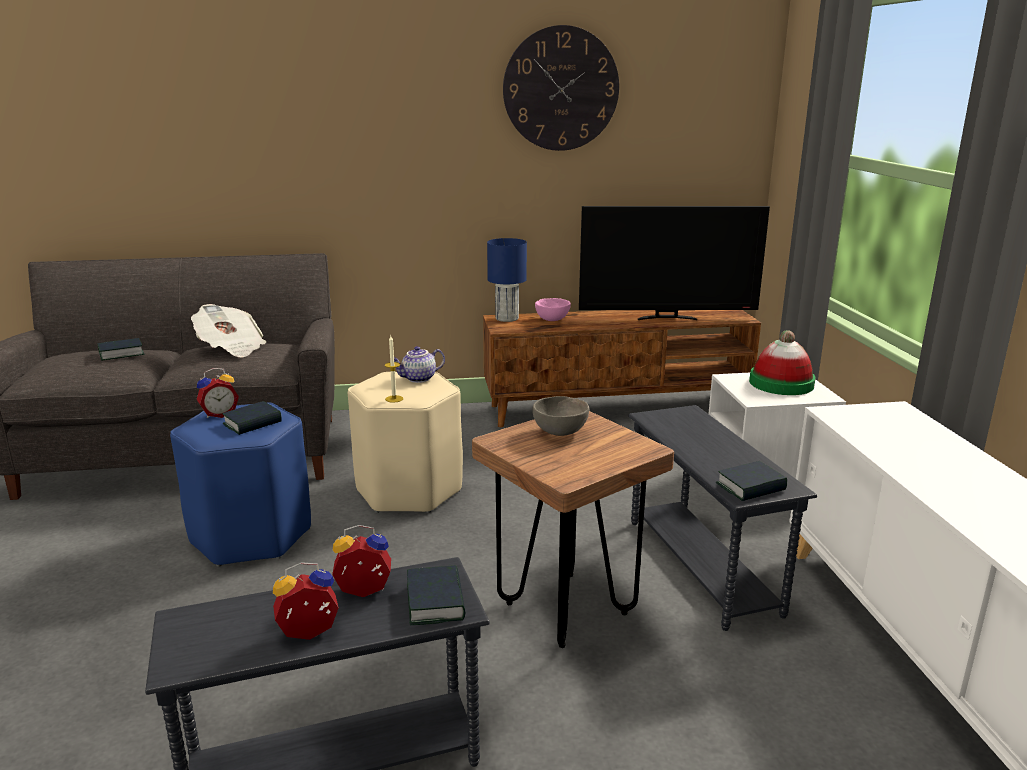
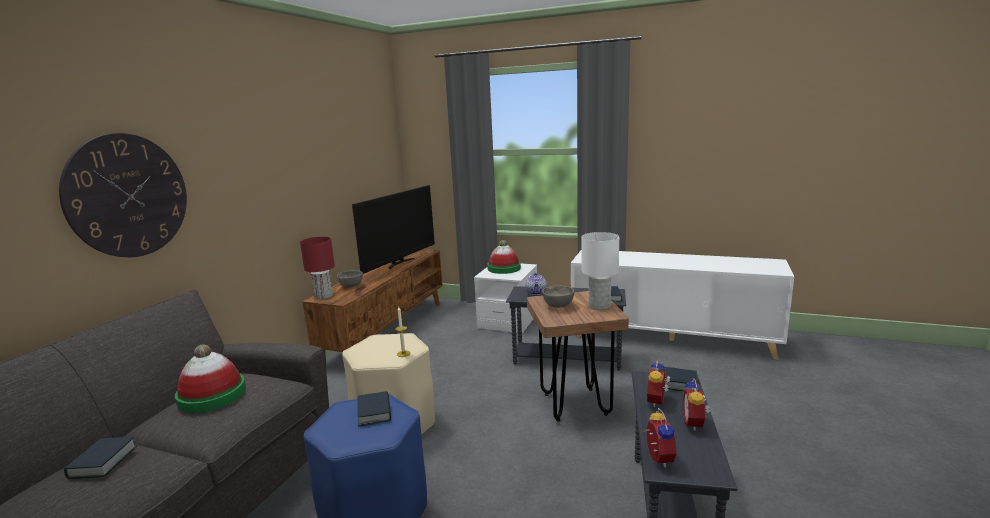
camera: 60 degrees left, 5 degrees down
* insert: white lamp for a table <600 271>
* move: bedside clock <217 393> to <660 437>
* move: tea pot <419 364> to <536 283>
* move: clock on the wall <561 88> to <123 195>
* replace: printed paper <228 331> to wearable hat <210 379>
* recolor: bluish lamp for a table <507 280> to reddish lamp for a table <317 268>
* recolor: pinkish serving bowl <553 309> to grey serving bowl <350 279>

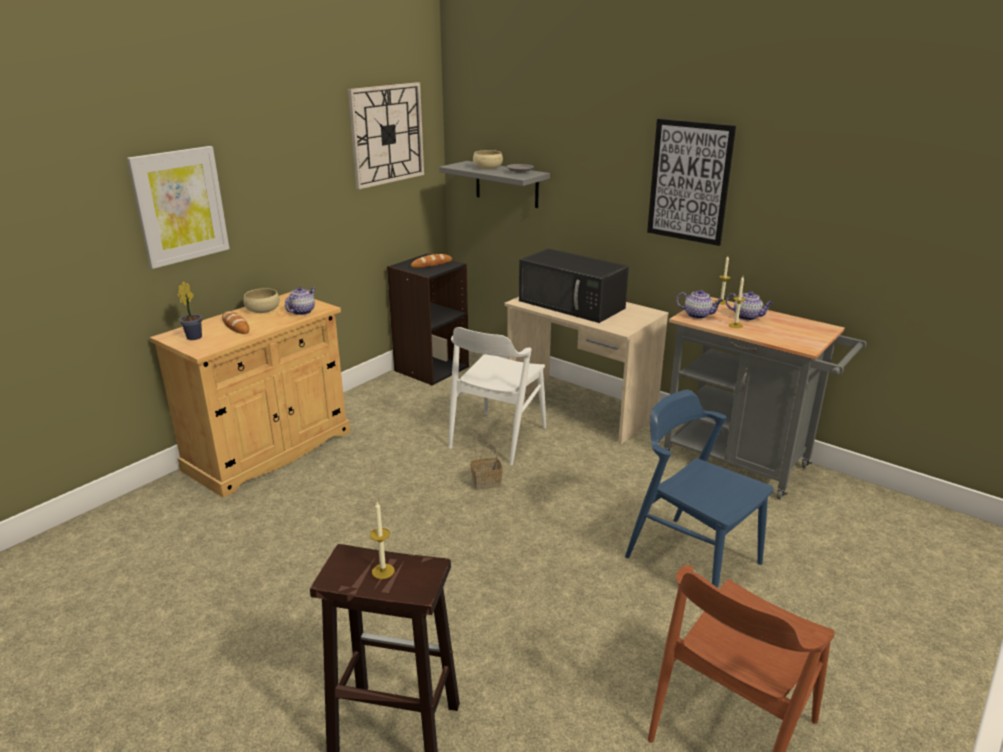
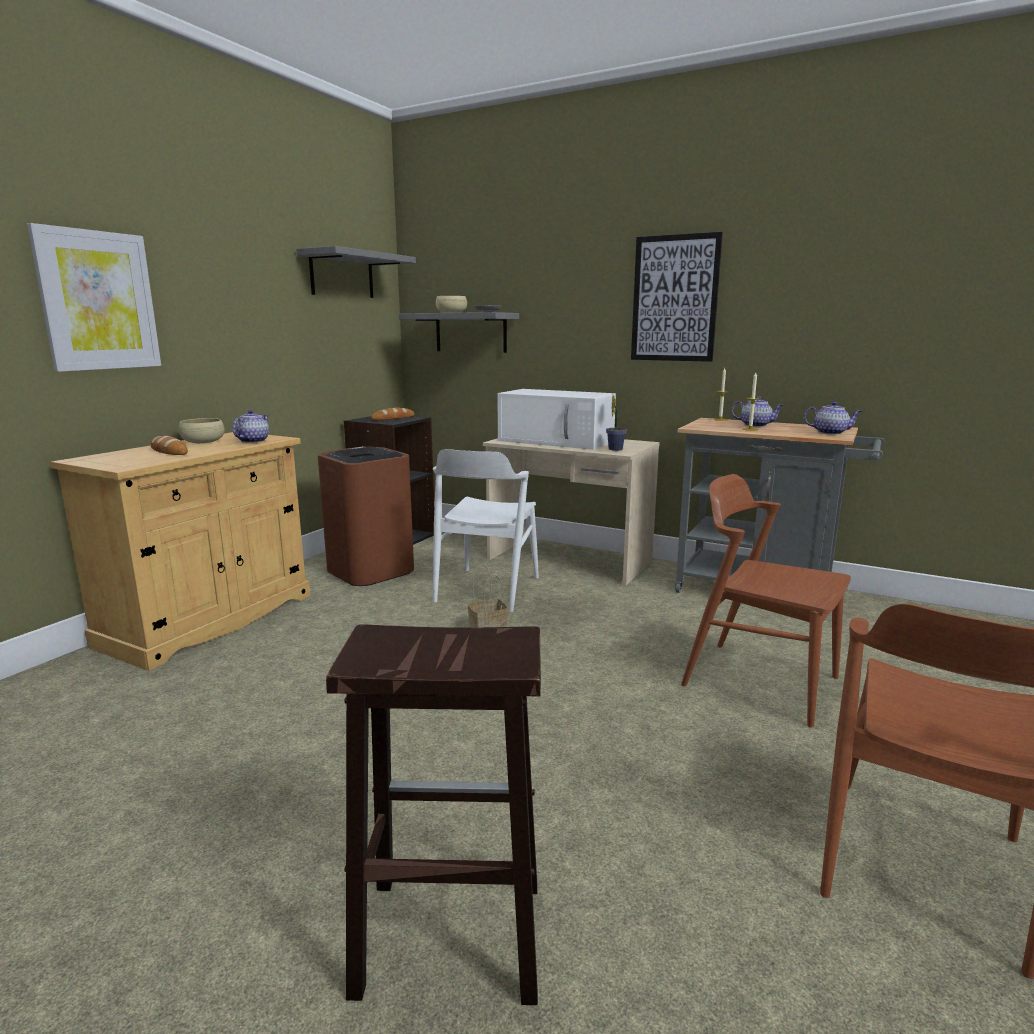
camera: 10 degrees left, 10 degrees down
* delete: candle <382 540>
* insert: brown rubbish bin <366 516>
* move: plant in a pot <190 310> to <616 423>
* move: tea pot <699 304> to <833 418>
* replace: clock on the wall <386 135> to grey wall shelf <356 272>
* recolor: black kitchen microwave <574 285> to white kitchen microwave <556 419>
* recolor: bluish chair <699 488> to brown chair <766 600>

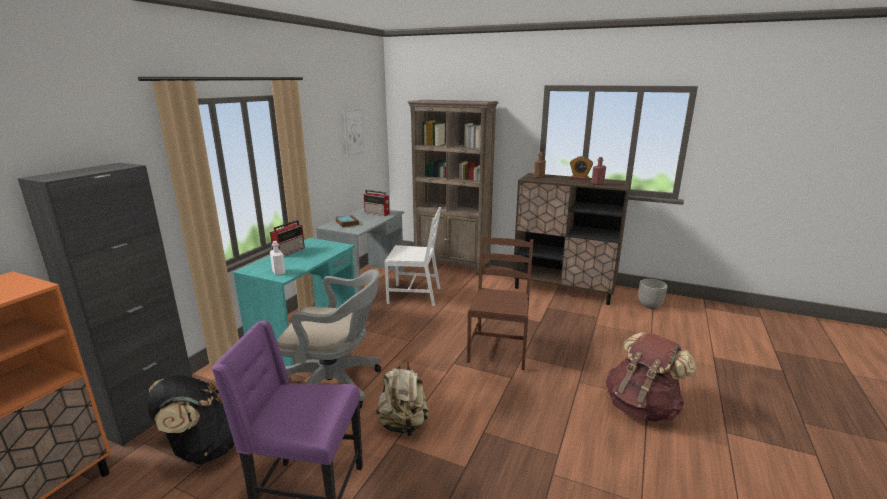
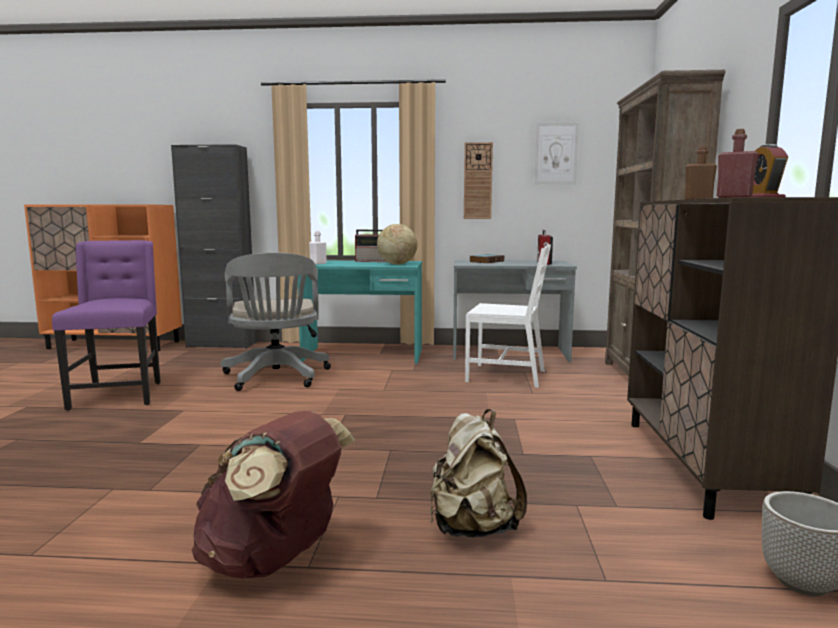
camera: 70 degrees right, 10 degrees down
* delete: black knapsack <190 419>
* delete: brown chair <500 303>
* insert: world globe <397 244>
* insert: clock on the wall <478 180>
* move: beige knapsack <402 399> to <478 473>
* rotate: white chair <413 256> = <508 316> 60 degrees counterclockwise

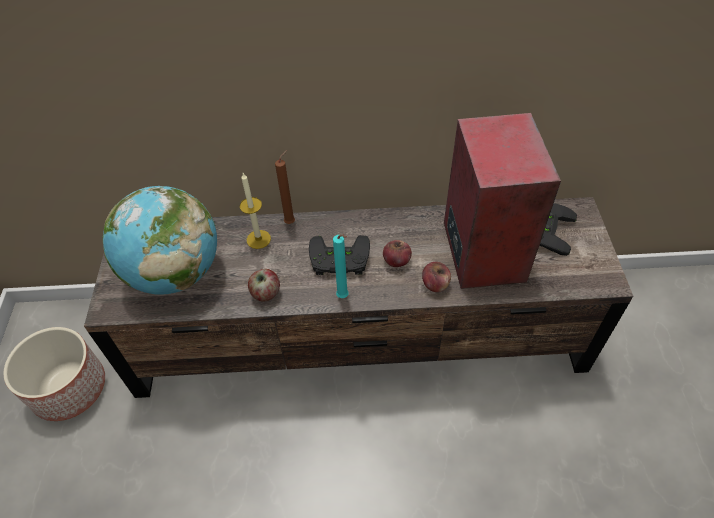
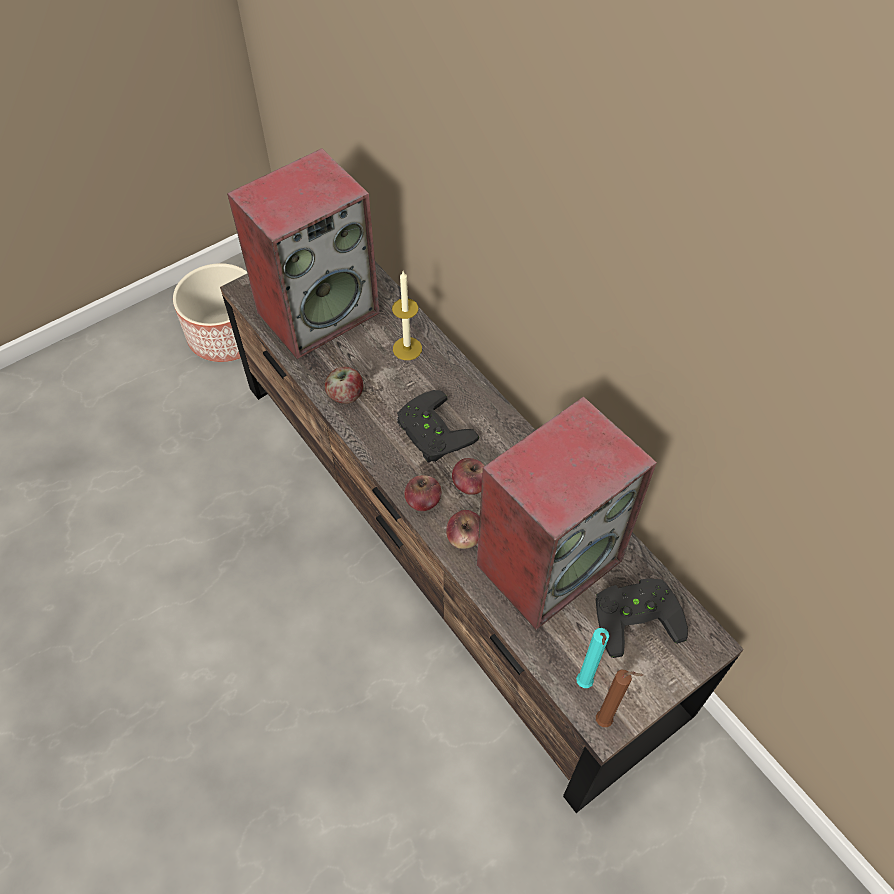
camera: 55 degrees right, 5 degrees up
* insert: whole apple <422 493>
* move: brown candle <285 187> to <619 698>
* move: turquoise-coloured candle <341 266> to <592 658>
* replace: world globe <160 240> to loudspeaker <303 253>

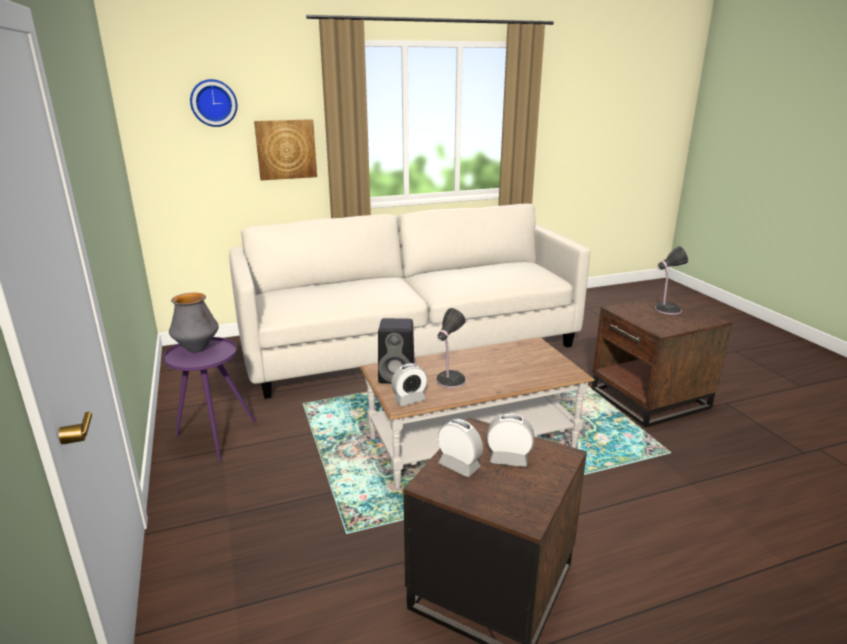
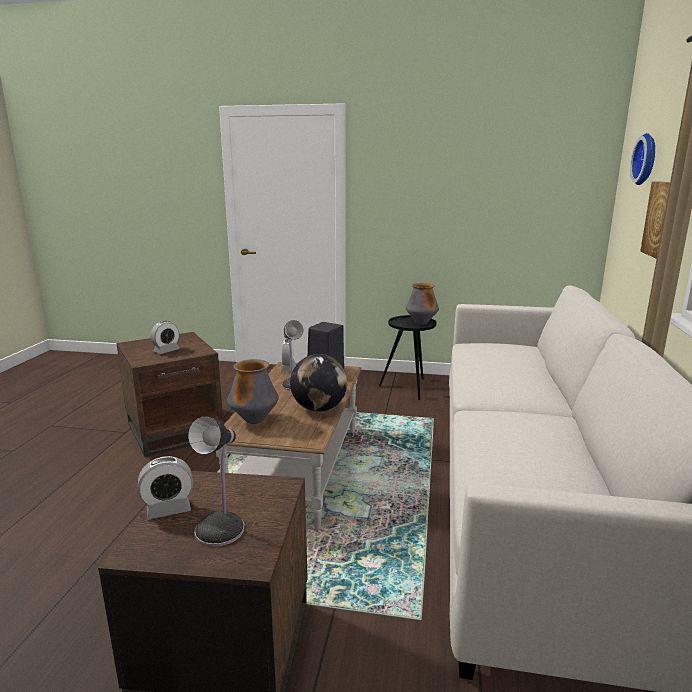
camera: 120 degrees right, 5 degrees down
* insert: flower vase <253 391>
* insert: world globe <318 383>
* move: bedside clock <460 448> to <165 487>
* recolor: purple-coloured side table <210 399> to black side table <407 357>

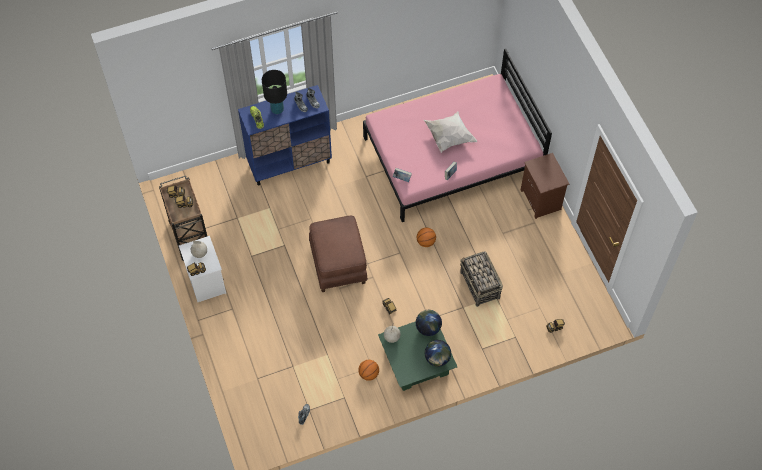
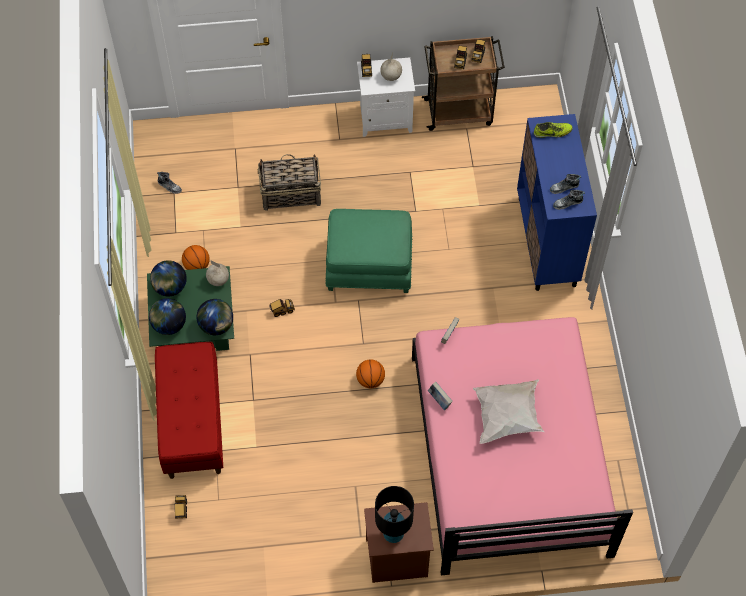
camera: 105 degrees right, 0 degrees up
* insert: world globe <168 278>
* insert: reddish long seat <189 410>
* move: black lamp for a table <274 92> to <394 514>
* move: basket <481 279> to <289 182>
* recolor: brown pouffe <338 254> to green-coloured pouffe <368 251>

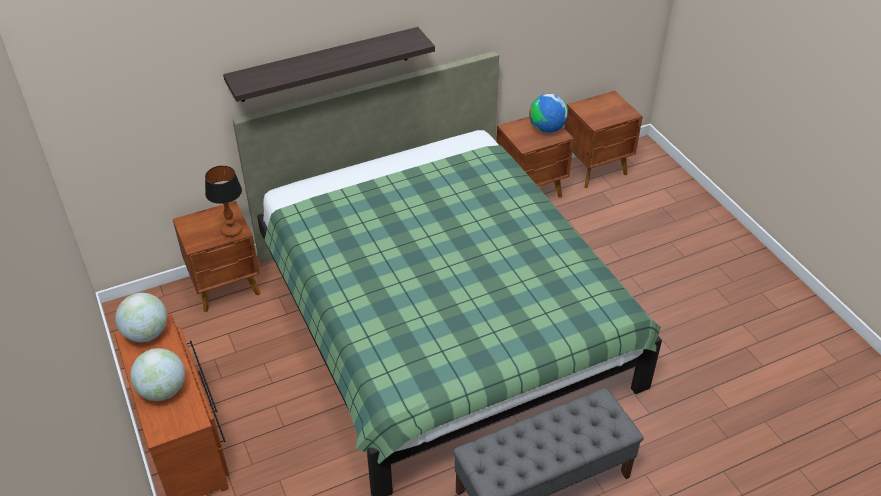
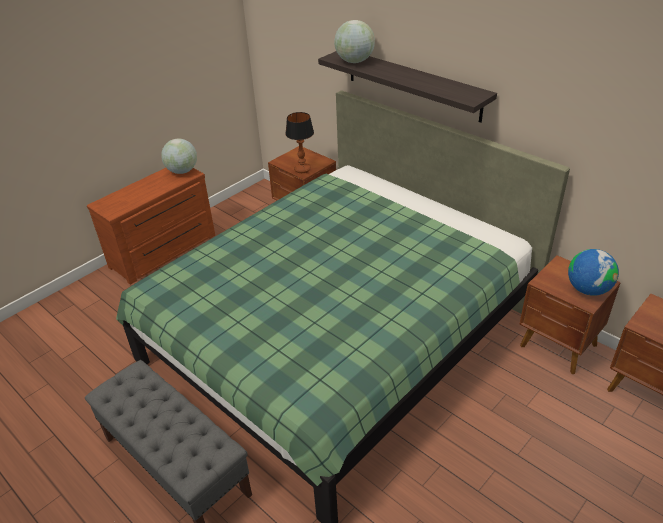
camera: 70 degrees right, 5 degrees down
* move: world globe <157 374> to <354 41>

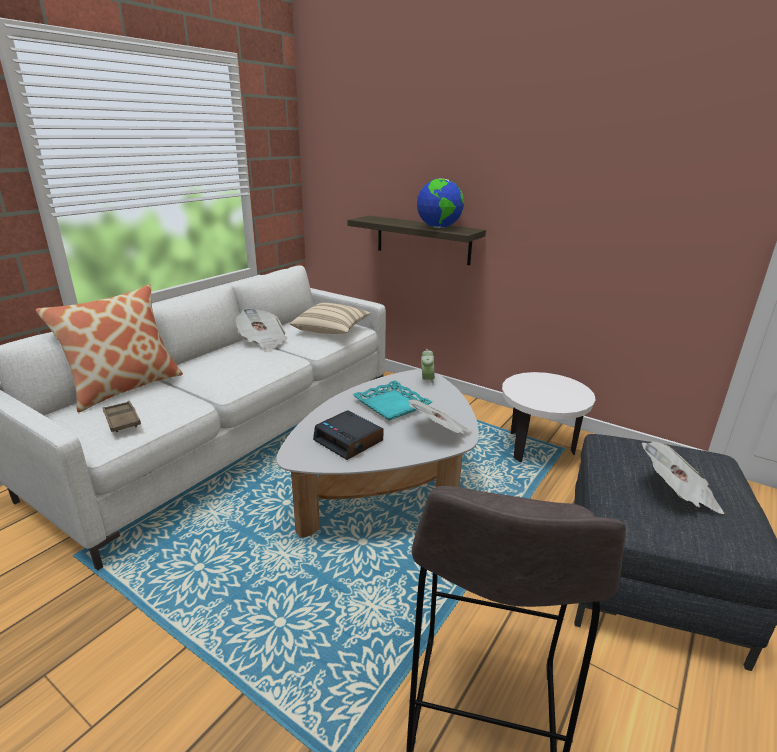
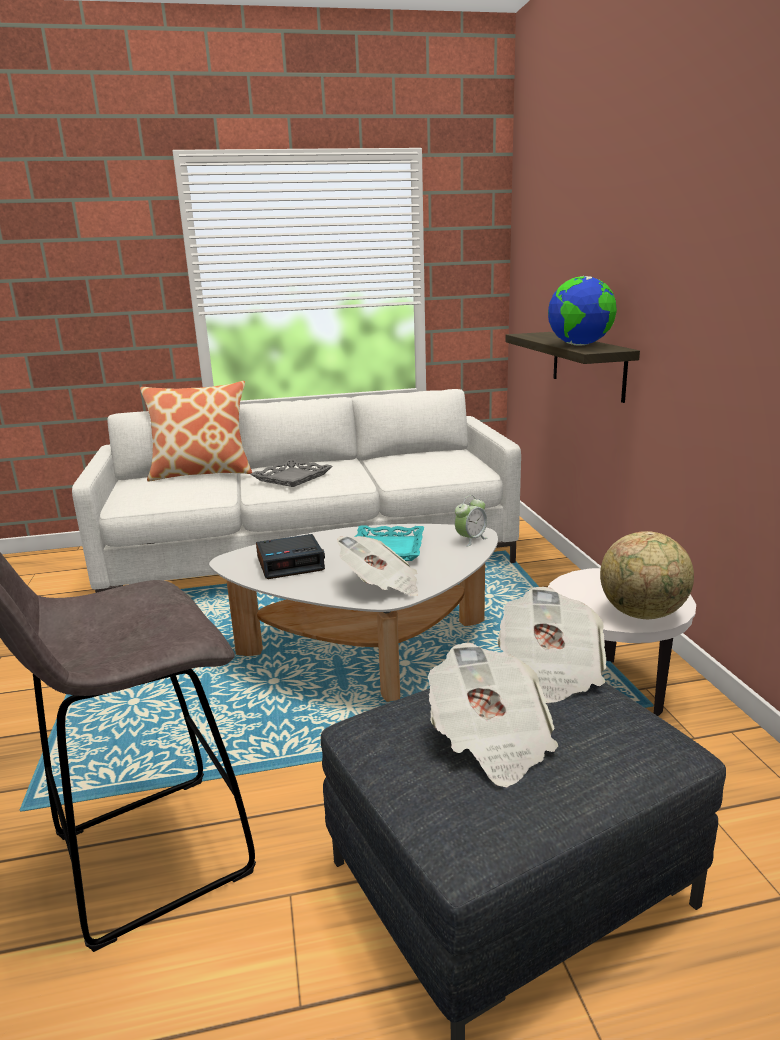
camera: 45 degrees right, 5 degrees down
* delete: brown serving tray <122 416>
* delete: beige cushion <330 318>
* insert: grey serving tray <291 473>
* insert: world globe <647 575>
* move: printed paper <261 329> to <551 645>
* rotate: bedside clock <348 435> = <290 556> 105 degrees counterclockwise

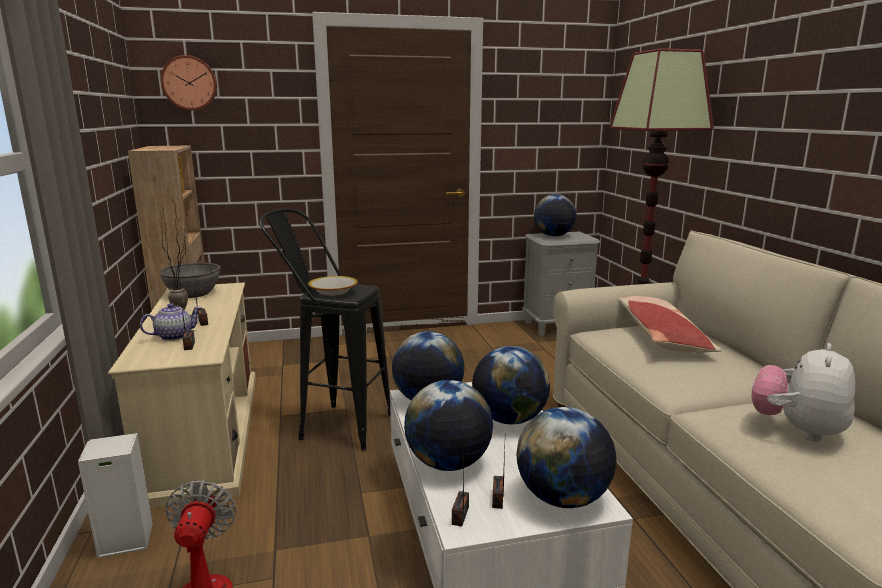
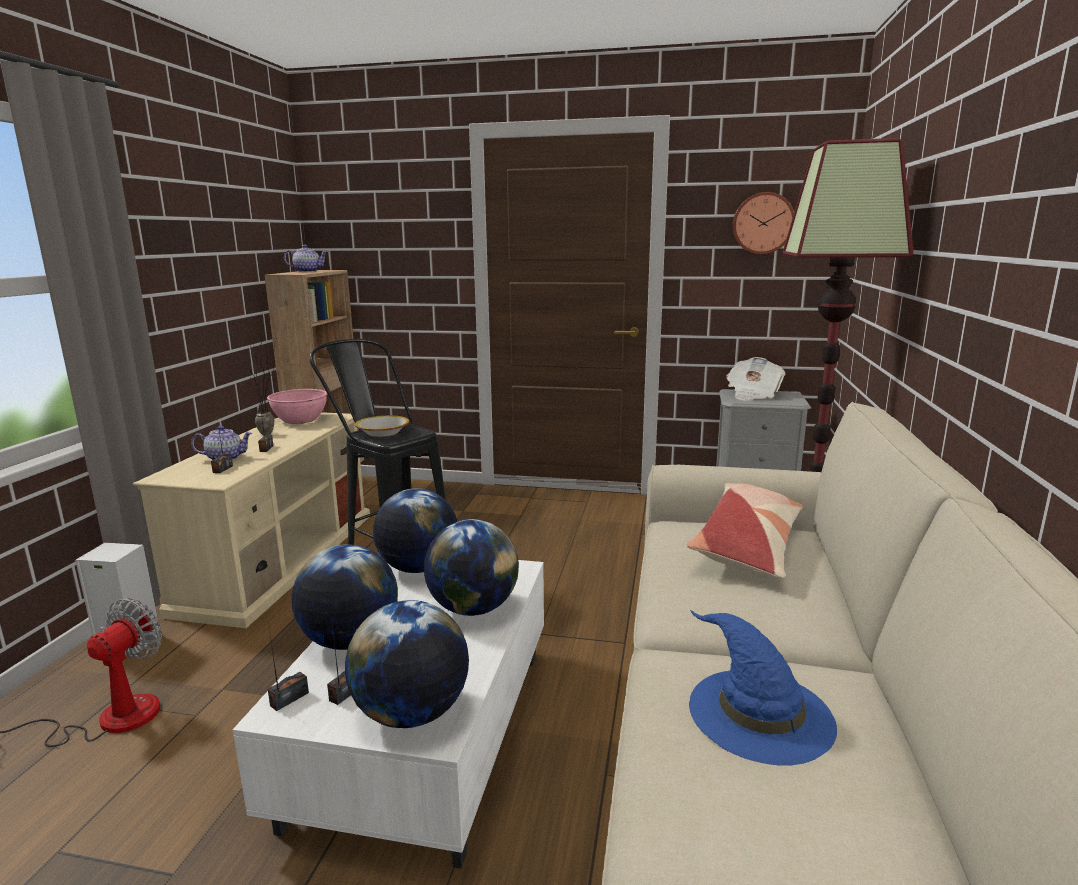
camera: 25 degrees right, 0 degrees up
* insert: tea pot <305 258>
* move: clock on the wall <189 82> to <763 223>
* replace: world globe <555 215> to printed paper <755 378>
* replace: plush toy <803 392> to bluish wearable hat <763 688>
* recolor: grey serving bowl <190 280> to pinkish serving bowl <297 406>

